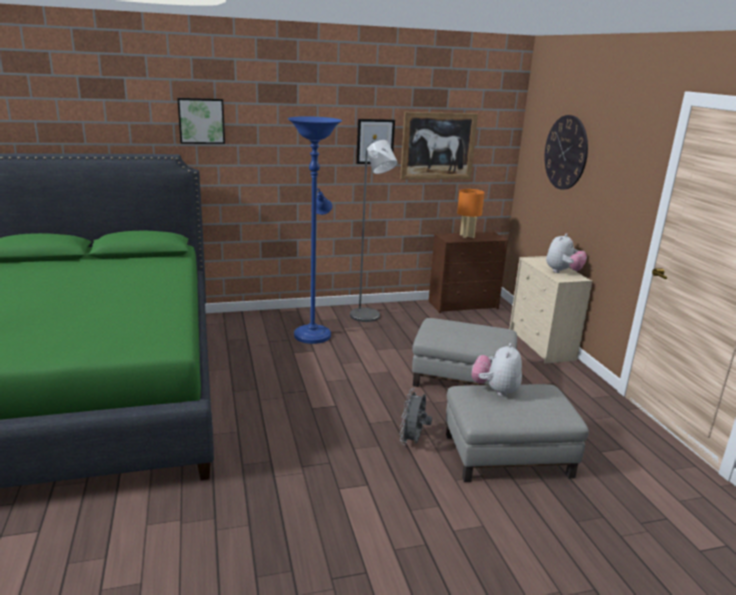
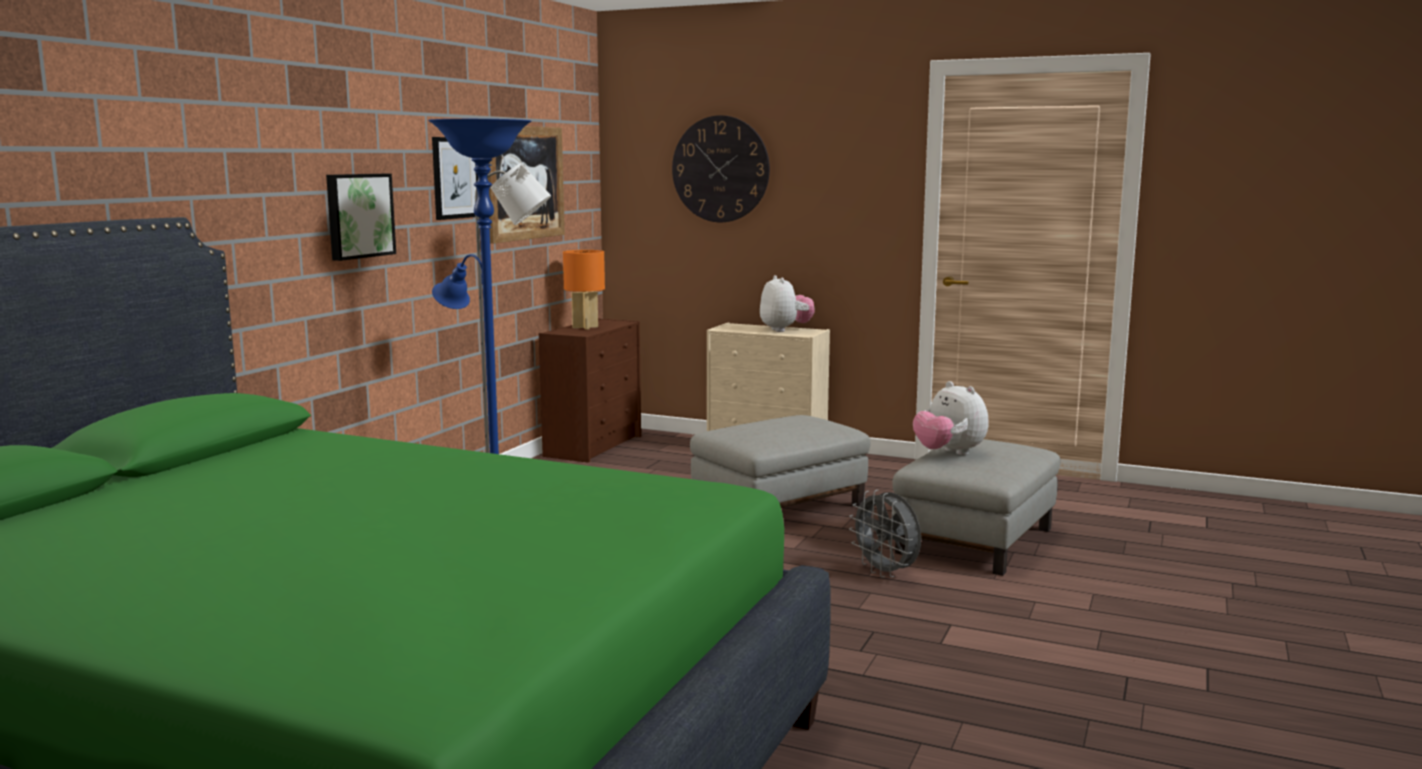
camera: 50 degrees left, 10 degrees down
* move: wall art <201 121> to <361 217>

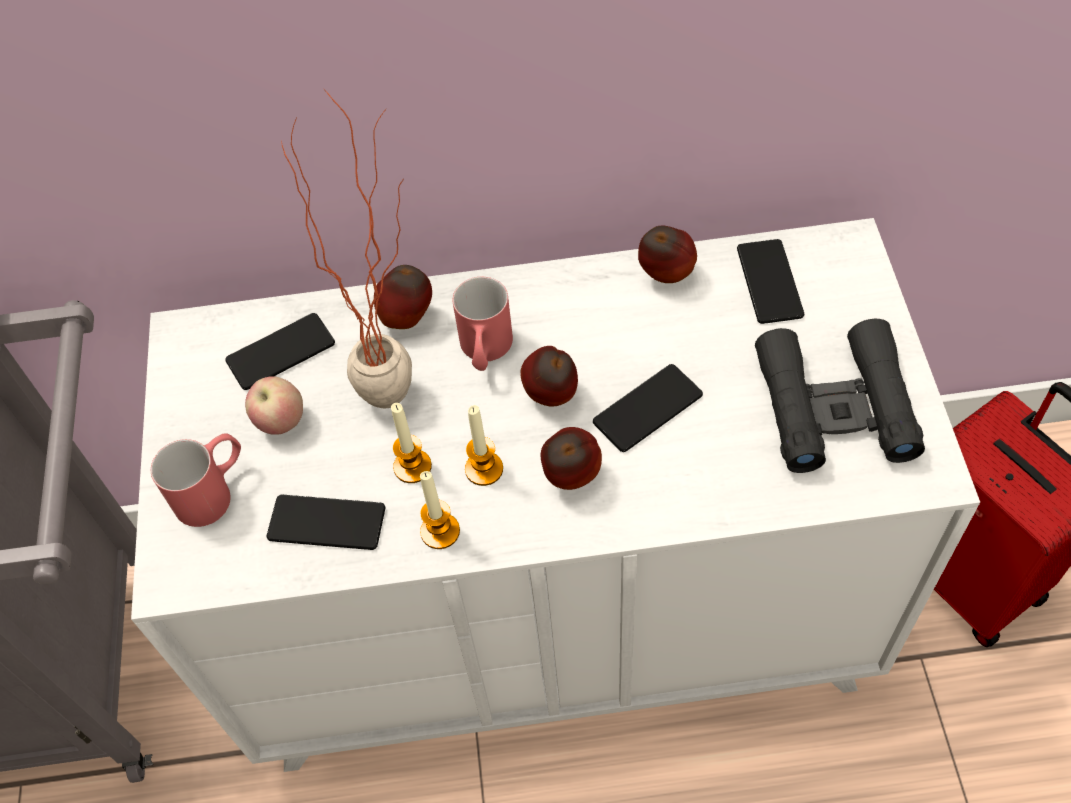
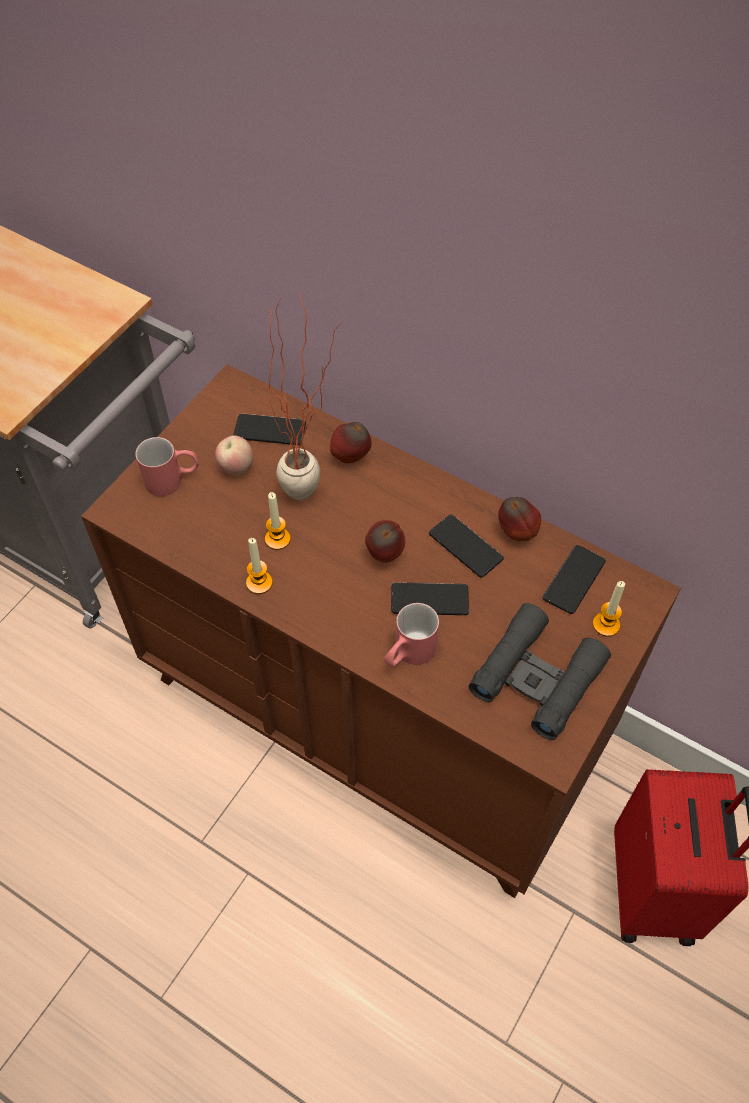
camera: 35 degrees right, 0 degrees up
* delete: whole apple <571 458>
* move: handset <326 522> to <466 546>
* move: reddish mug <482 324> to <411 635>
* move: candle <484 445> to <609 609>
* recolor: white chest of drawers <555 495> to brown chest of drawers <381 631>

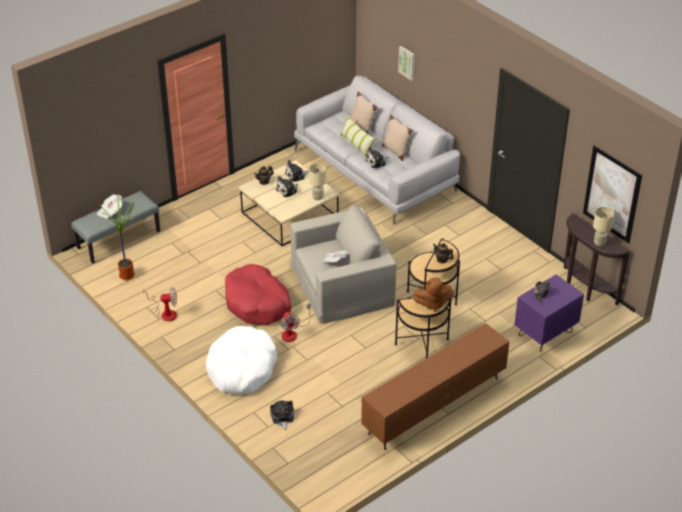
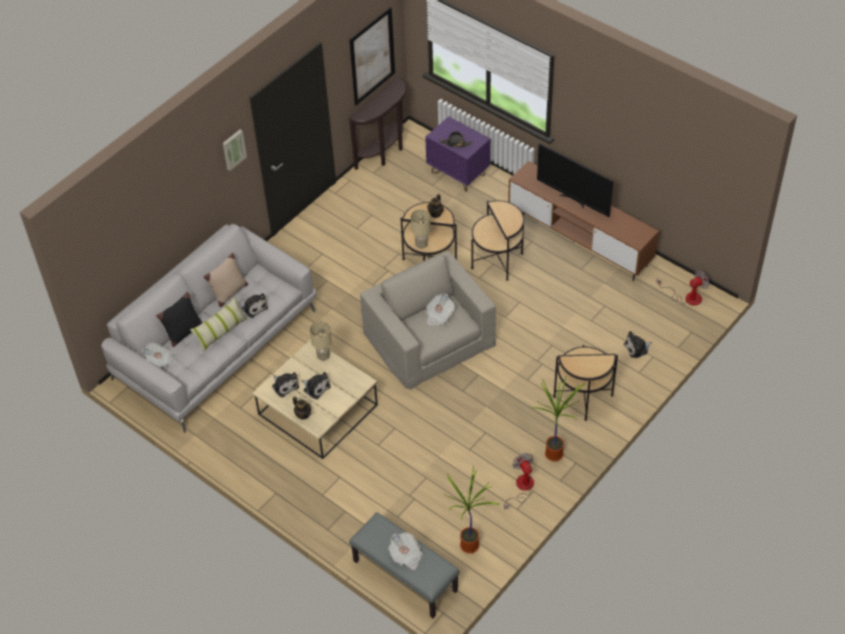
camera: 100 degrees left, 10 degrees up
* delete: reddish dog bed <258 294>
* delete: brown plush toy <433 295>
* insert: printed paper <159 354>
* insert: plant in a pot <558 418>
* insert: TV <575 180>
* move: cooling fan <296 323> to <682 288>
* move: wall art <406 63> to <235 150>
* move: beige lamp for a table <603 227> to <421 229>
* replace: white dog bed <241 360> to side table <585 383>
* recolor: beige cushion <364 112> to black cushion <179 319>

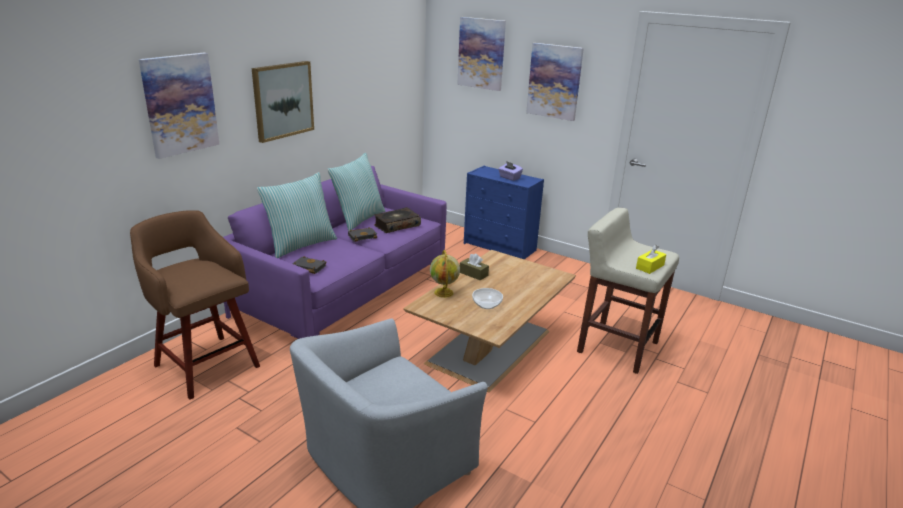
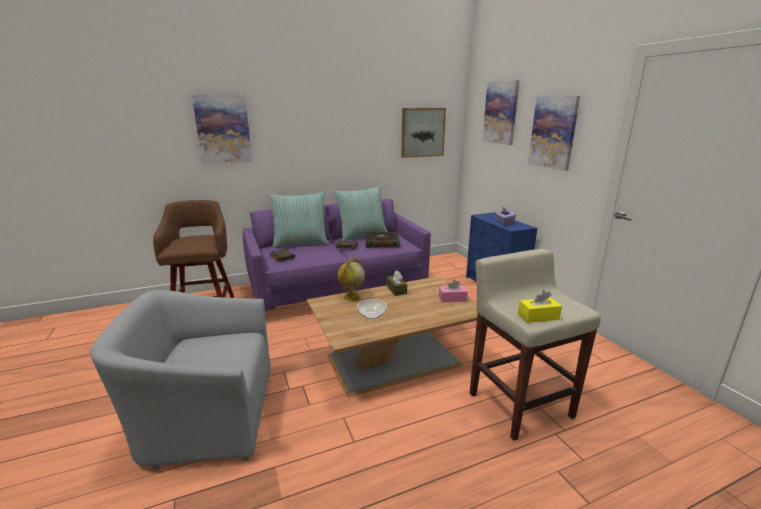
camera: 35 degrees right, 5 degrees down
* insert: pinkish tissue box <453 290>
* move: wall art <283 102> to <424 133>

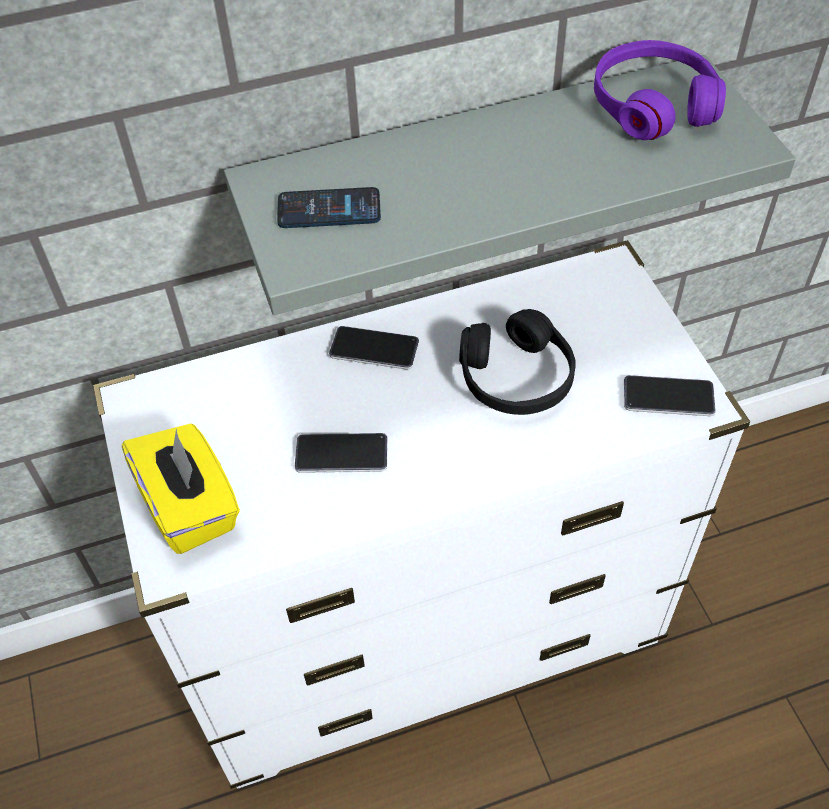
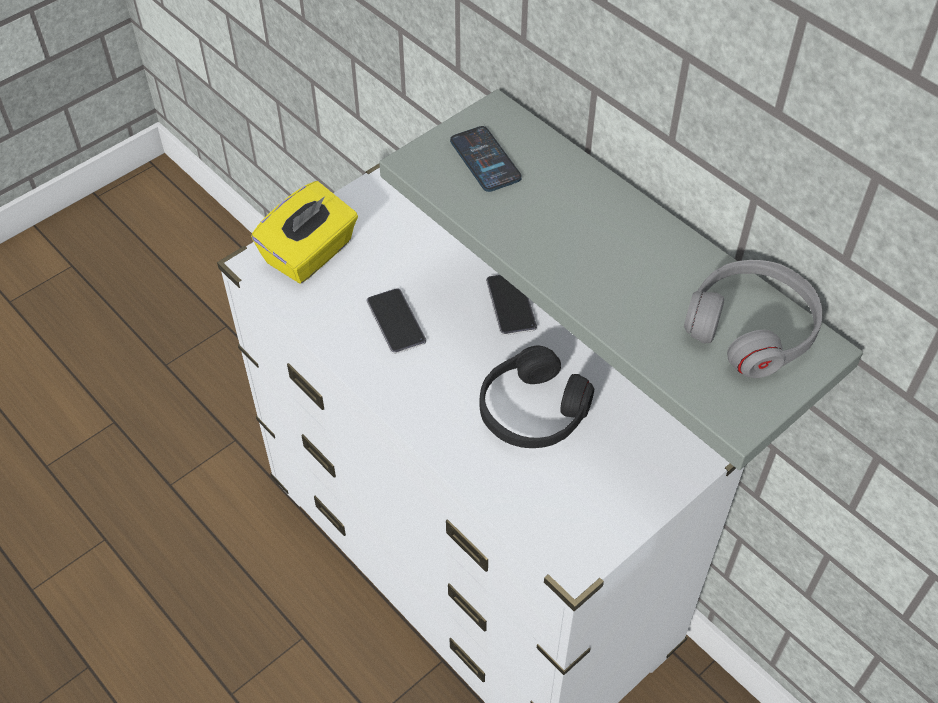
camera: 65 degrees right, 0 degrees up
* delete: handset <670 395>
* recolor: purple-coloured pair of headphones <660 90> to grey pair of headphones <753 319>

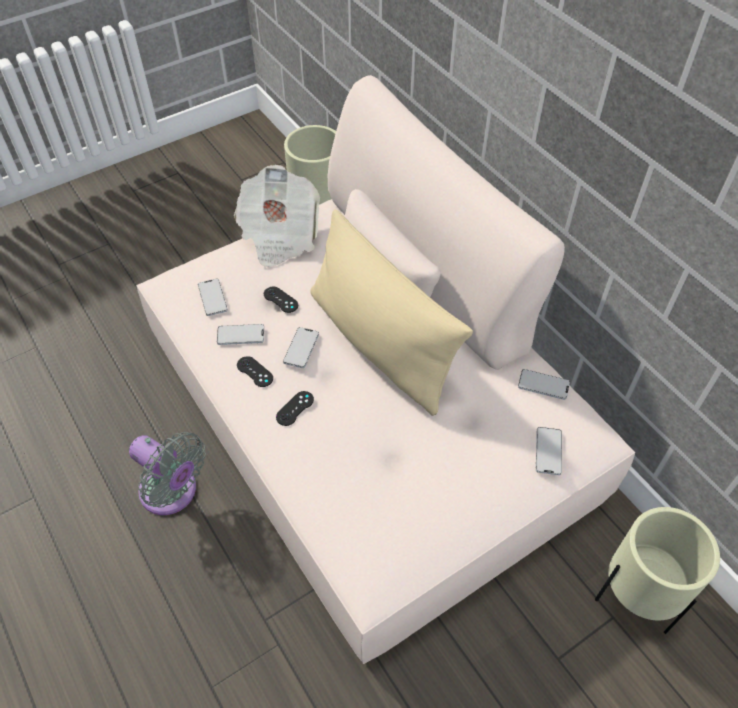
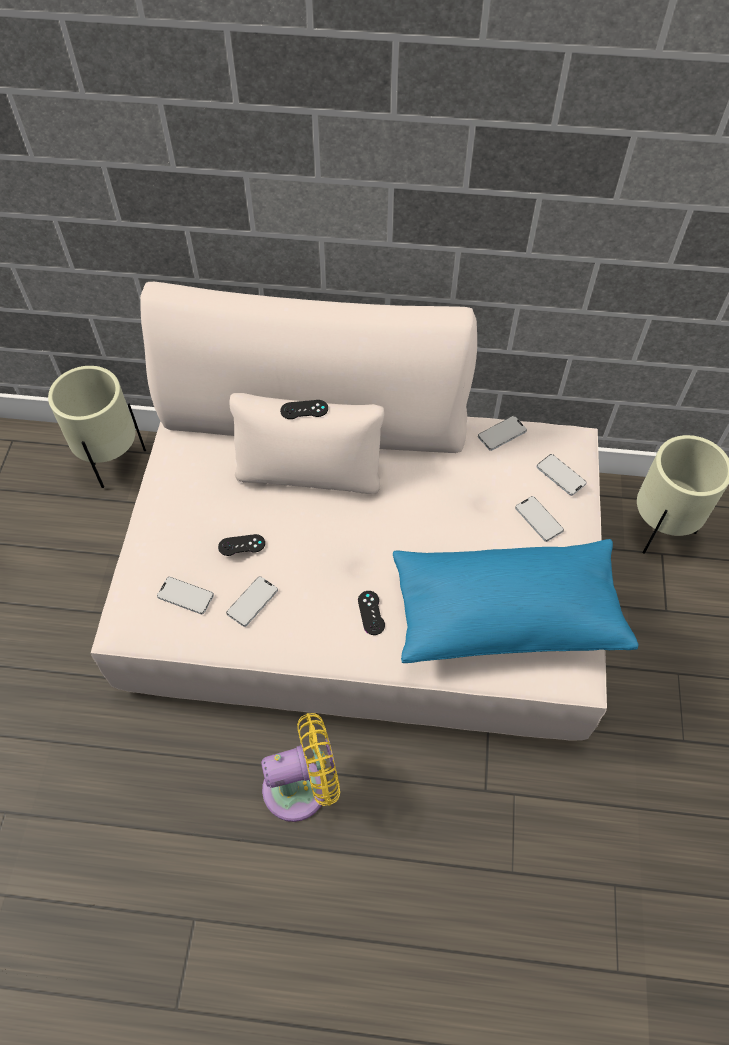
camera: 50 degrees left, 5 degrees up
* delete: printed paper <277 216>
* delete: beige cushion <391 312>
* insert: bluish cushion <515 601>
* move: black gamepad <255 371> to <304 409>
* move: handset <301 347> to <539 519>
* recolor: grey cooling fan <167 473> to yellow-coloured cooling fan <300 767>

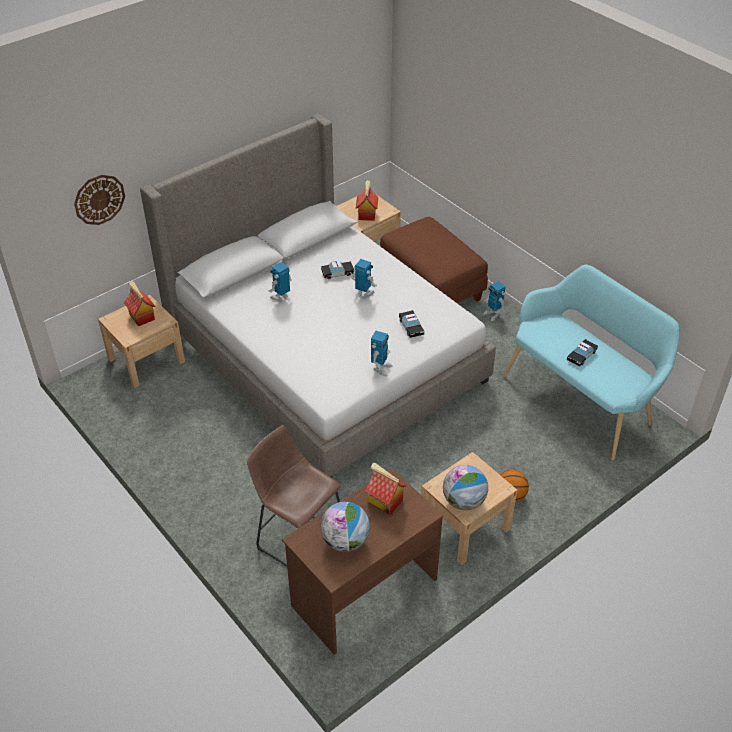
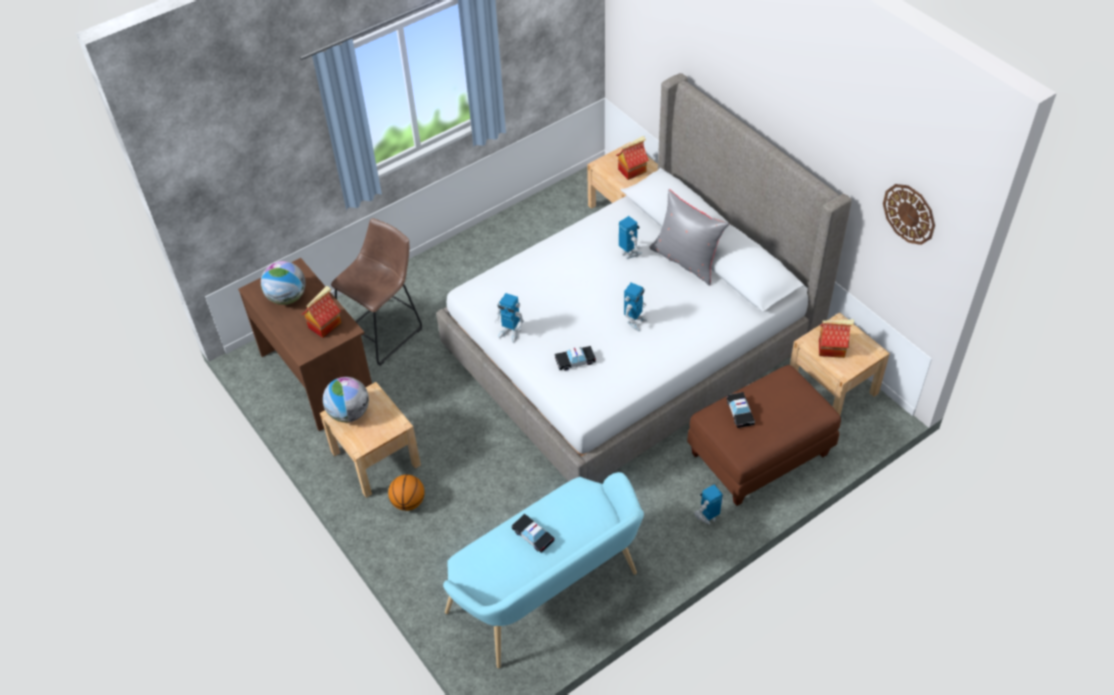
camera: 95 degrees right, 5 degrees up
* insert: grey cushion <689 237>
* move: clock on the wall <99 200> to <909 214>
* move: miniature car <337 270> to <740 410>

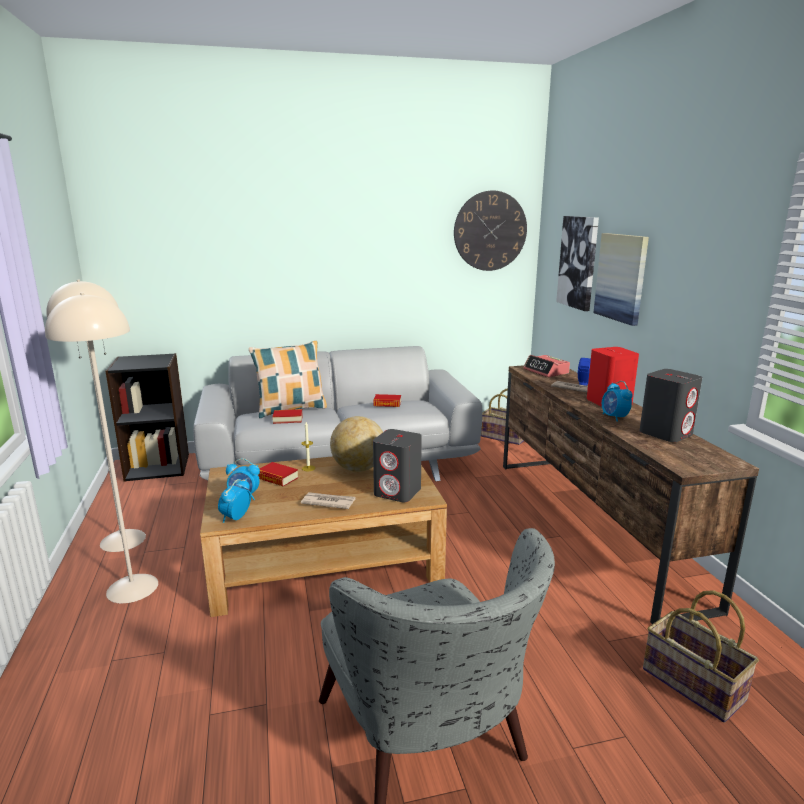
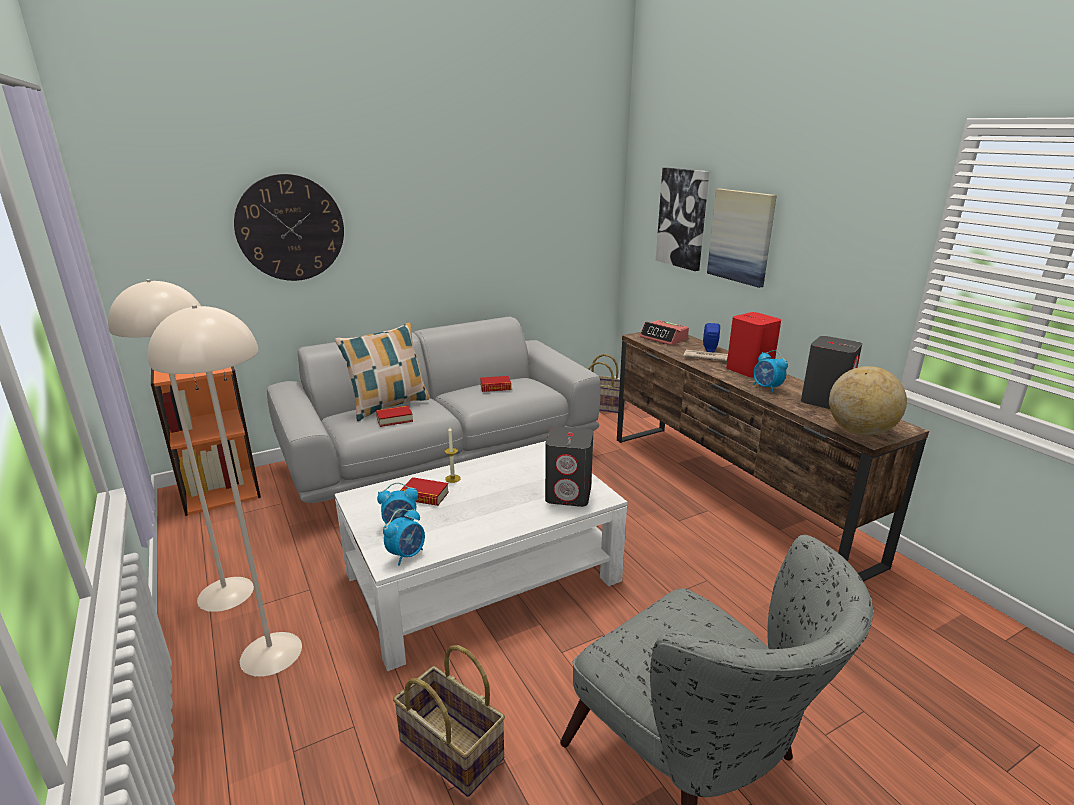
camera: 15 degrees left, 5 degrees up
* delete: printed paper <328 500>
* move: world globe <356 444> to <868 401>
* move: clock on the wall <490 231> to <289 227>
* move: basket <701 656> to <449 721>
* recolor: black bookcase <147 417> to orangey bookcase <205 441>
* recolor: brown coffee table <323 537> to white coffee table <480 556>
* rotate: bedside clock <234 501> = <404 537> 150 degrees counterclockwise

